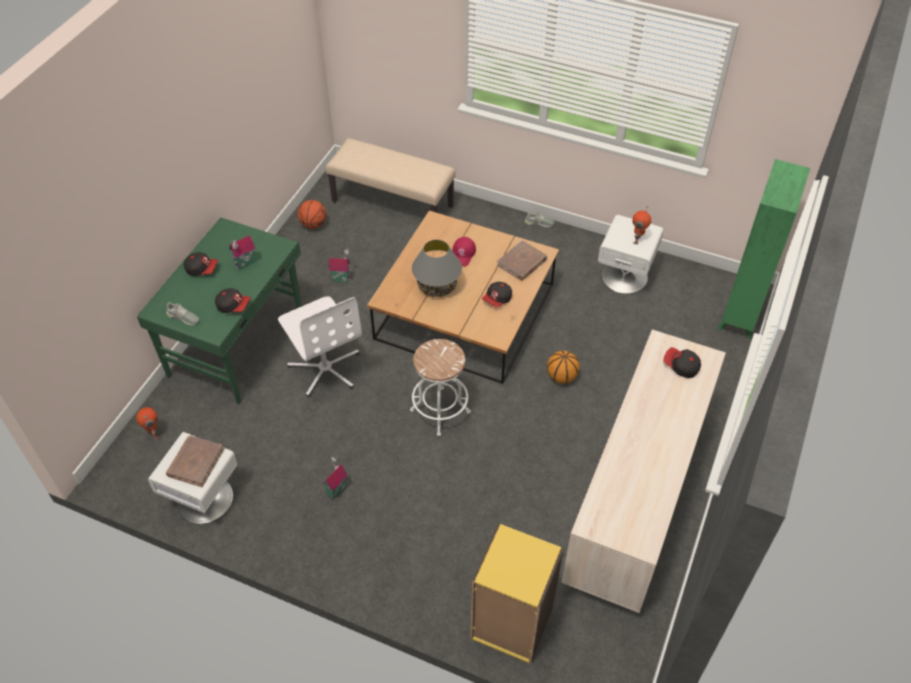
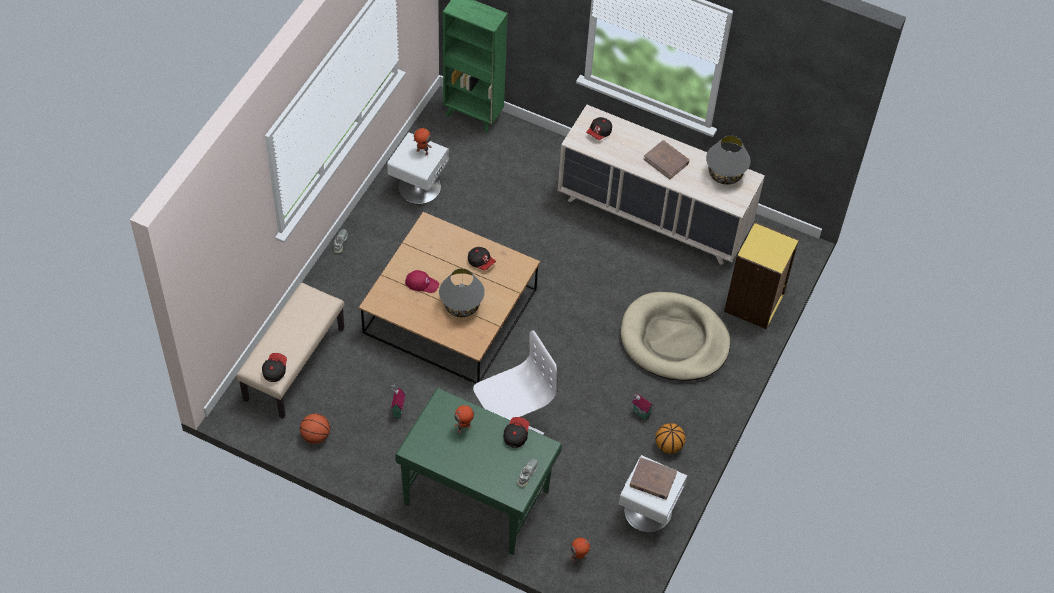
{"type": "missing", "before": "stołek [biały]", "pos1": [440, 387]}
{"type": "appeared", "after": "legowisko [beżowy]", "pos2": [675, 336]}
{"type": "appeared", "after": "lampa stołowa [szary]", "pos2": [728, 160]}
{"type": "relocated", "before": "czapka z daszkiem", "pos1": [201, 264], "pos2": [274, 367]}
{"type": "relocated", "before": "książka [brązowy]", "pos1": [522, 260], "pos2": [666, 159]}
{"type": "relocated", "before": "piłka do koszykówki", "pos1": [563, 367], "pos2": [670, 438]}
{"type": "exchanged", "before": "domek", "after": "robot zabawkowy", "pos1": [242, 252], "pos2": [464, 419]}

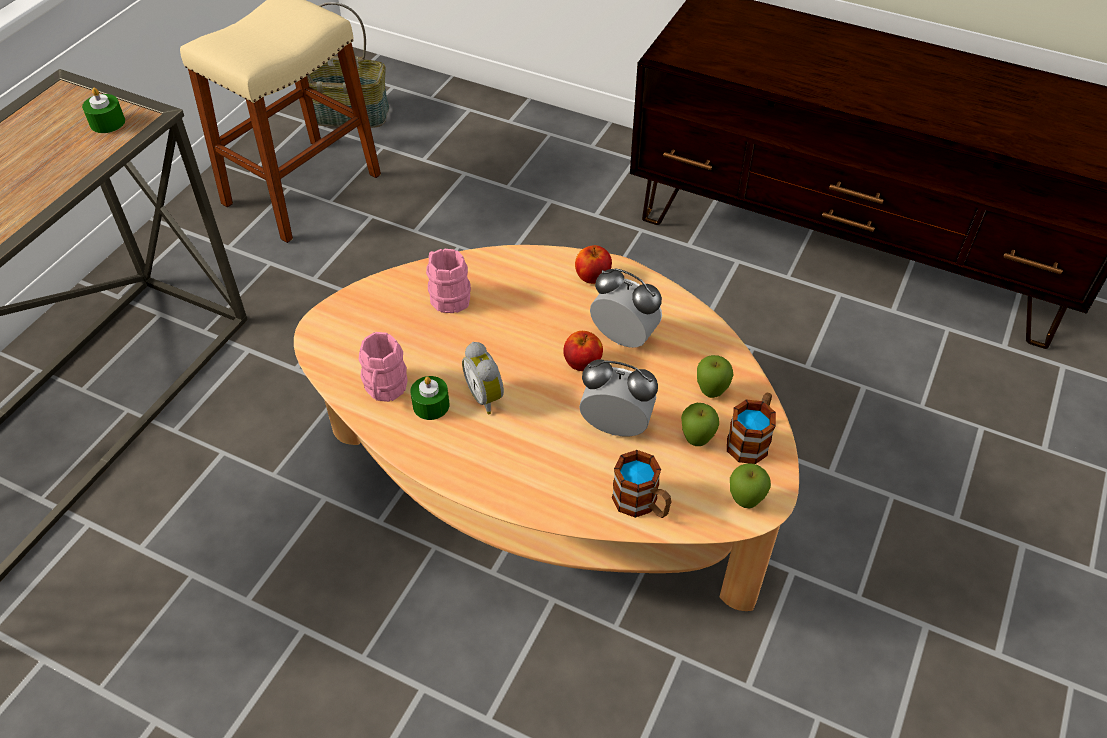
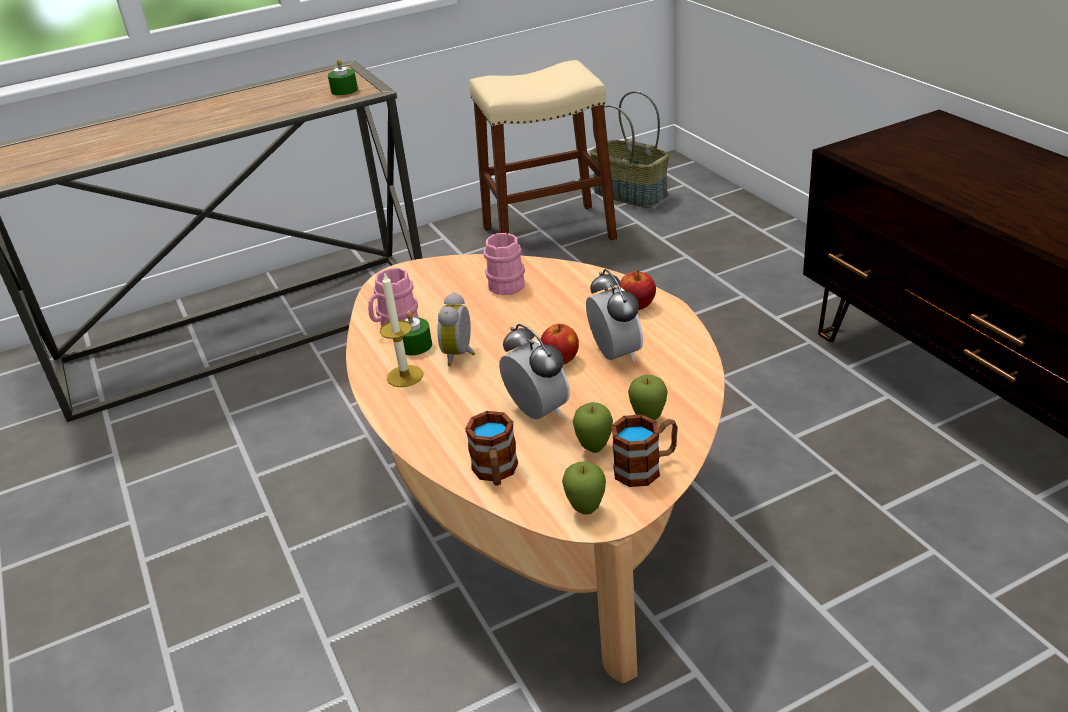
{"type": "appeared", "after": "świeca", "pos2": [401, 330]}

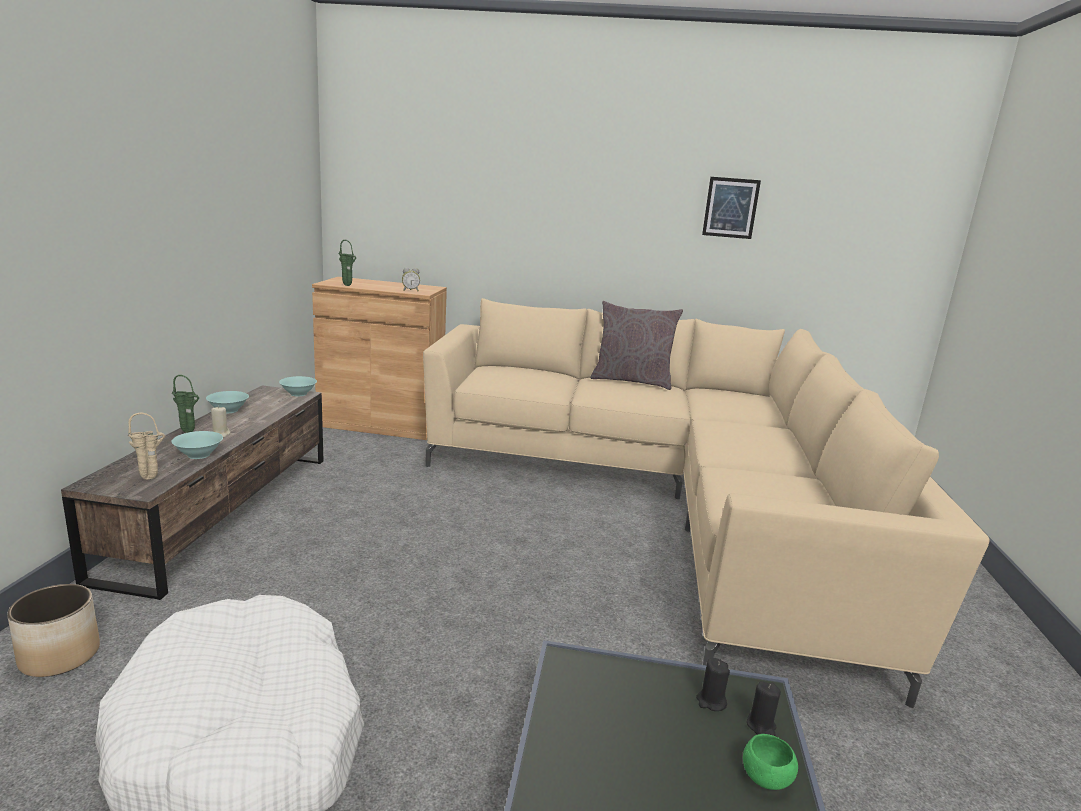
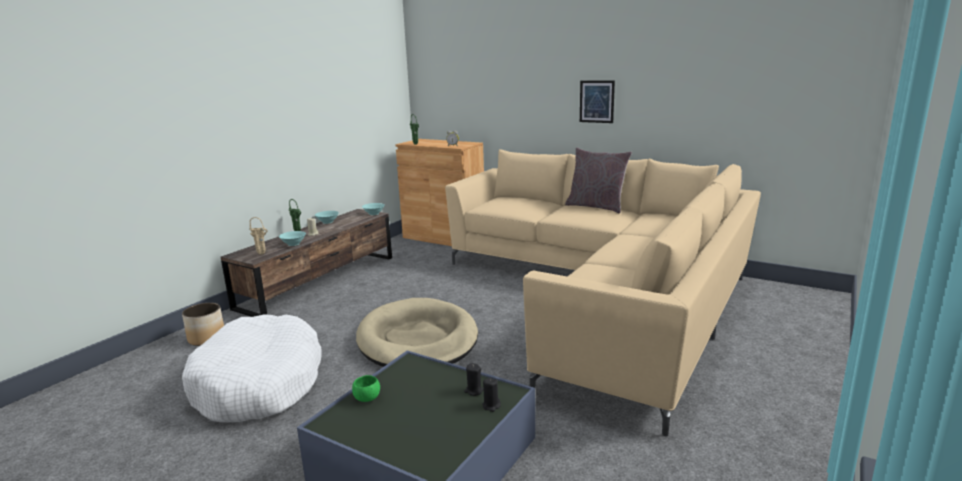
{"type": "appeared", "after": "legowisko [beżowy]", "pos2": [417, 332]}
{"type": "relocated", "before": "obraz", "pos1": [731, 208], "pos2": [597, 102]}
{"type": "relocated", "before": "miska [zielony]", "pos1": [770, 762], "pos2": [366, 388]}

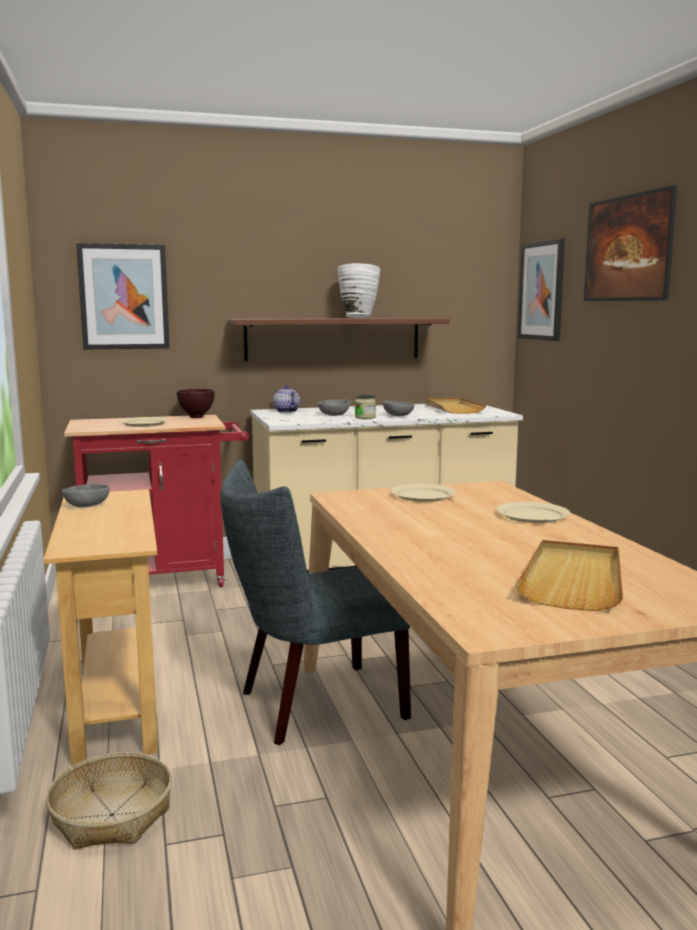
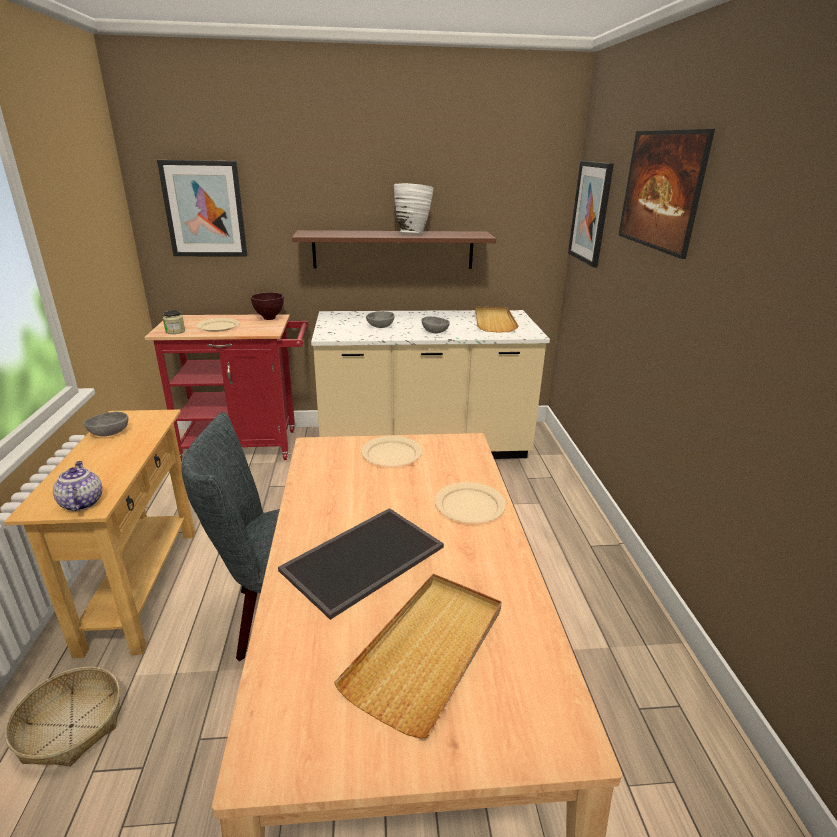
{"type": "appeared", "after": "taca", "pos2": [361, 564]}
{"type": "relocated", "before": "imbryk", "pos1": [286, 399], "pos2": [77, 486]}
{"type": "relocated", "before": "słoik", "pos1": [365, 406], "pos2": [174, 322]}

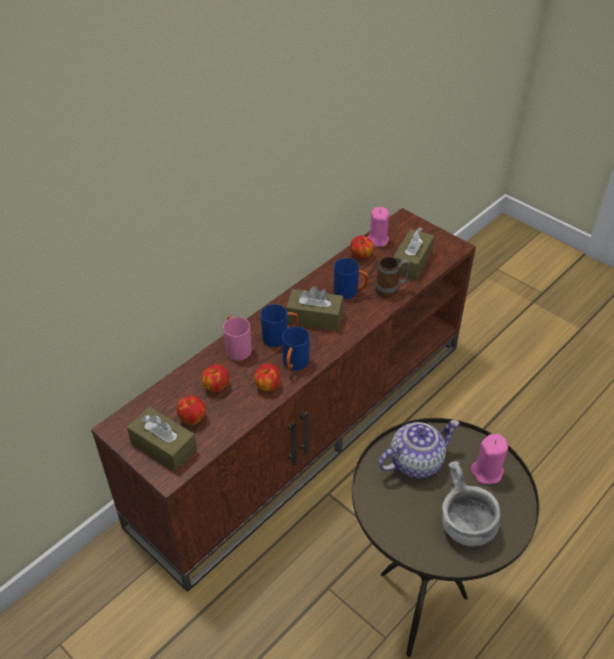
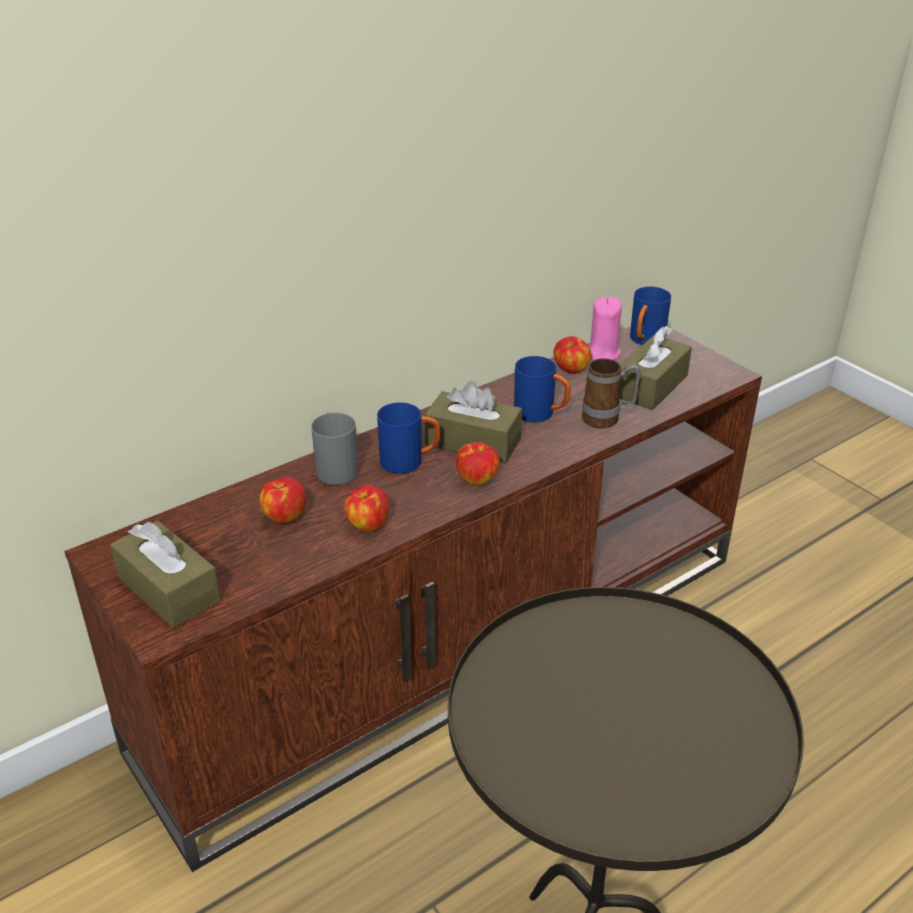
{"type": "missing", "before": "imbryk", "pos1": [419, 449]}
{"type": "missing", "before": "miska [szary]", "pos1": [471, 504]}
{"type": "missing", "before": "świeca [różowy]", "pos1": [489, 459]}
{"type": "relocated", "before": "jabłko", "pos1": [191, 410], "pos2": [478, 464]}
{"type": "relocated", "before": "kubek [niebieski]", "pos1": [296, 348], "pos2": [650, 315]}
{"type": "colour", "before": "kubek [różowy]", "after": "kubek [szary]", "pos1": [237, 338], "pos2": [334, 449]}

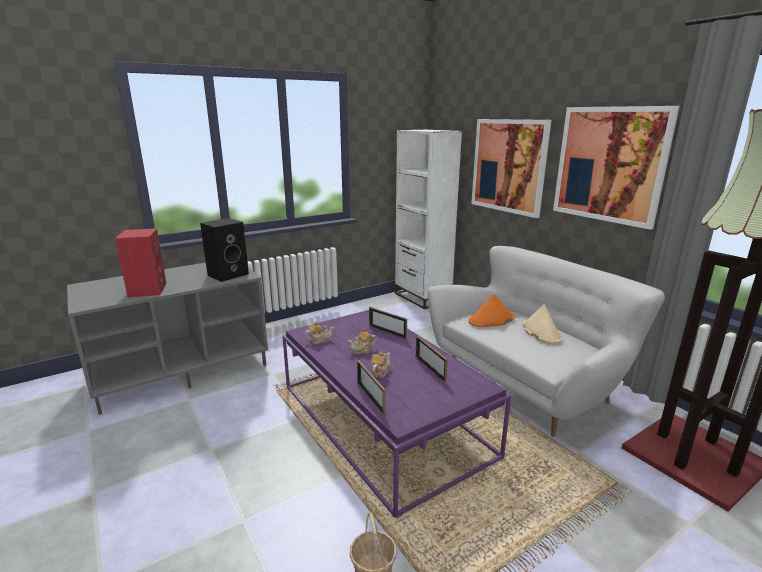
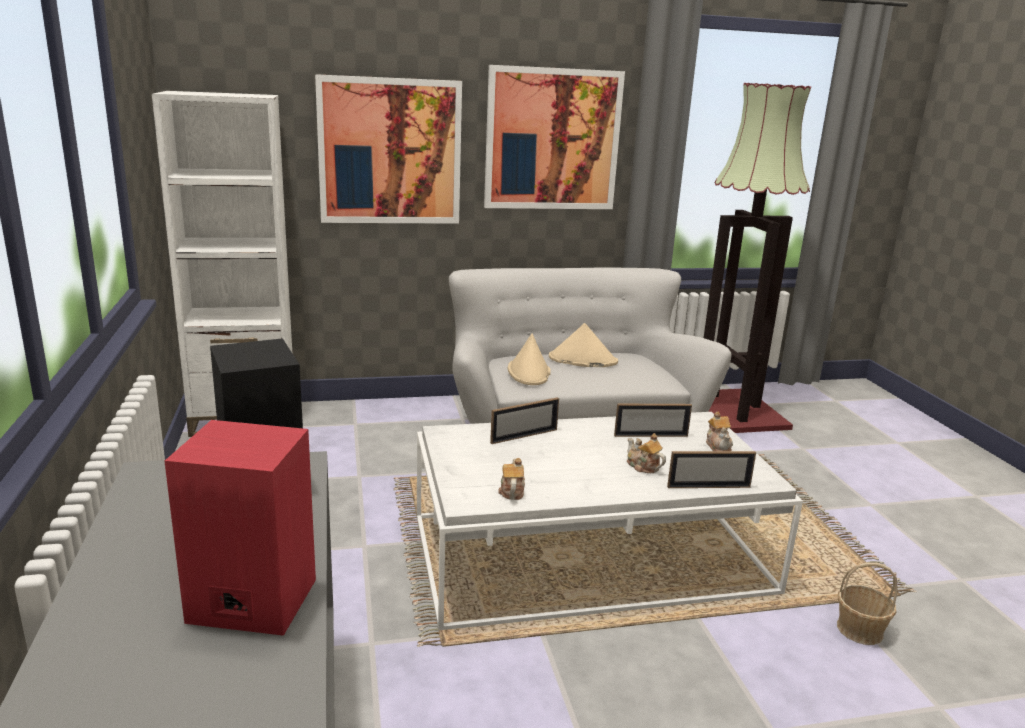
{"type": "relocated", "before": "imbryk", "pos1": [362, 341], "pos2": [719, 431]}
{"type": "colour", "before": "ława [fioletowy]", "after": "ława [biały]", "pos1": [396, 414], "pos2": [610, 521]}
{"type": "colour", "before": "kapelusz [pomarańczowy]", "after": "kapelusz [beżowy]", "pos1": [492, 310], "pos2": [529, 359]}

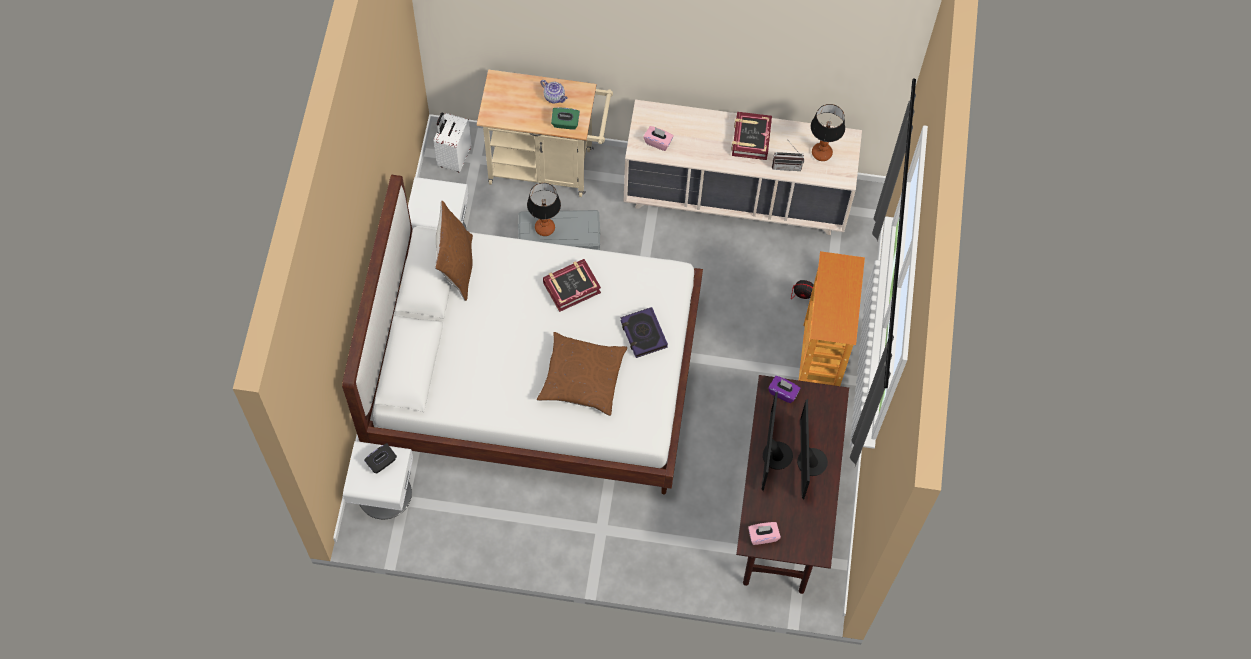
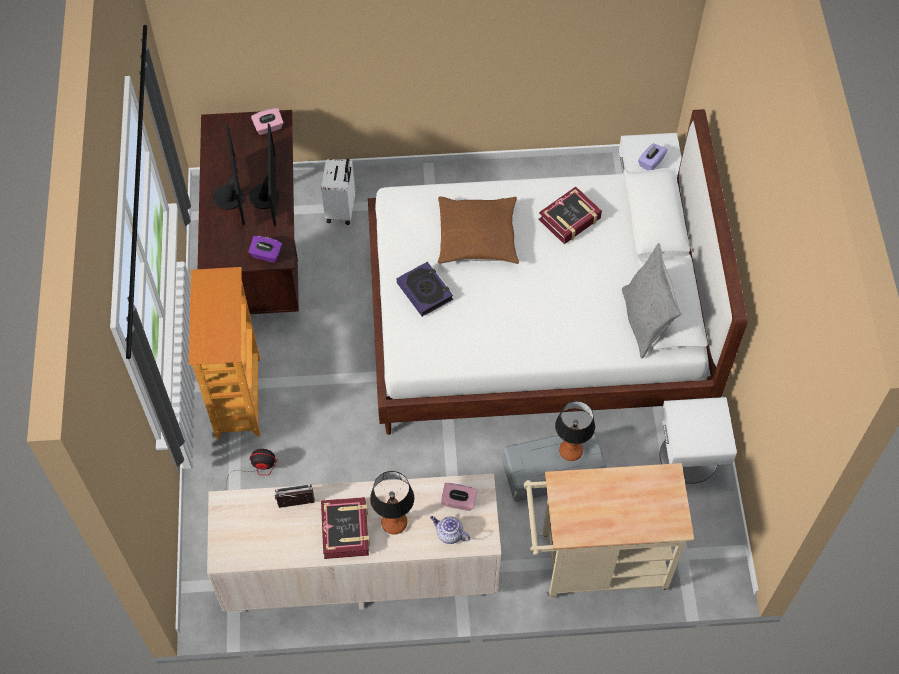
{"type": "missing", "before": "pudełko chusteczek [zielony]", "pos1": [565, 118]}
{"type": "relocated", "before": "walizka [biały]", "pos1": [452, 142], "pos2": [338, 192]}
{"type": "relocated", "before": "imbryk", "pos1": [554, 91], "pos2": [450, 530]}
{"type": "relocated", "before": "książka", "pos1": [572, 285], "pos2": [570, 215]}
{"type": "relocated", "before": "lampa stołowa", "pos1": [828, 132], "pos2": [392, 503]}
{"type": "colour", "before": "pudełko chusteczek [czarny]", "after": "pudełko chusteczek [fioletowy]", "pos1": [380, 458], "pos2": [652, 156]}
{"type": "colour", "before": "poduszka [brązowy]", "after": "poduszka [szary]", "pos1": [454, 251], "pos2": [651, 300]}

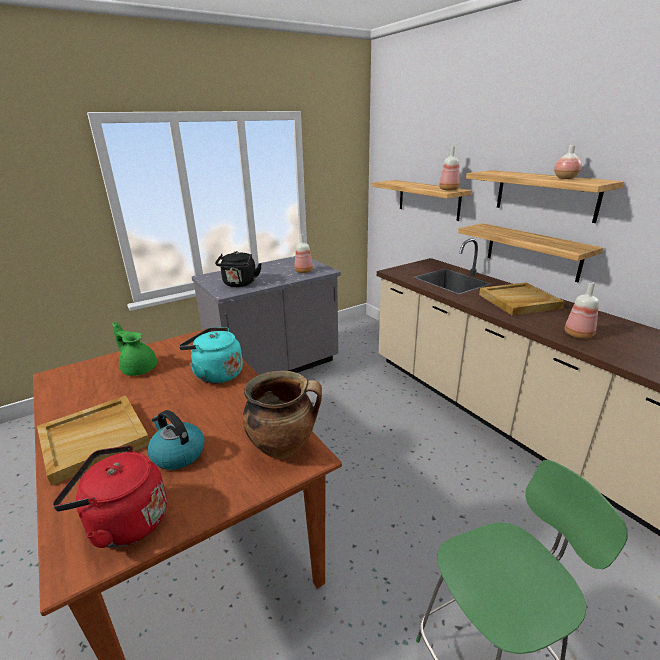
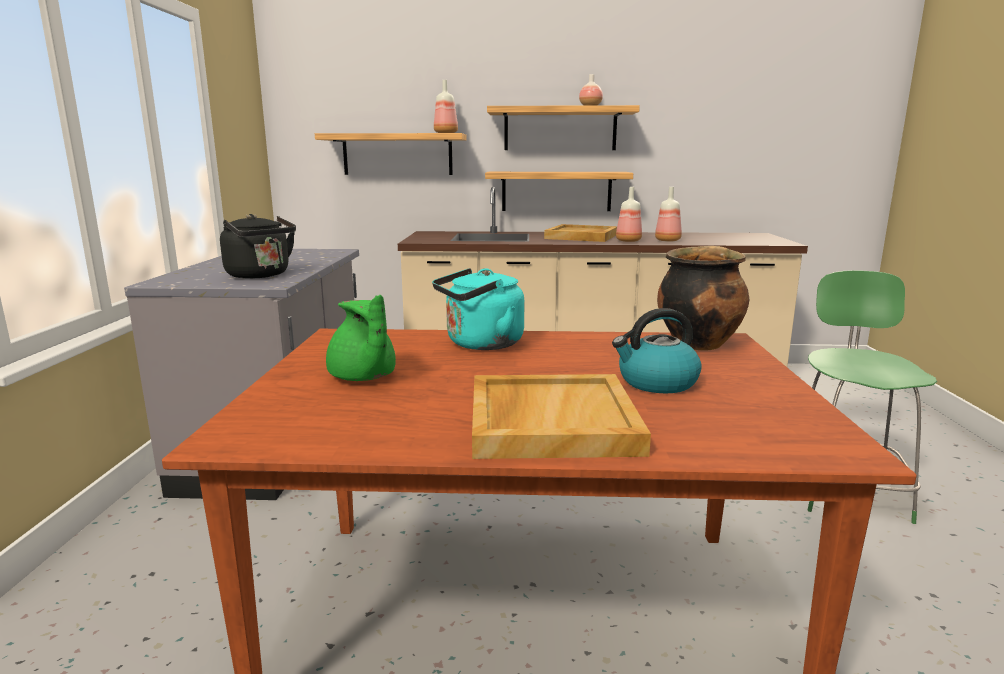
{"type": "missing", "before": "czajnik [czerwony]", "pos1": [110, 496]}
{"type": "relocated", "before": "butelka", "pos1": [303, 253], "pos2": [629, 214]}
{"type": "spun", "before": "imbryk [zielony]", "pos1": [135, 349], "pos2": [361, 338], "turn": -105}

